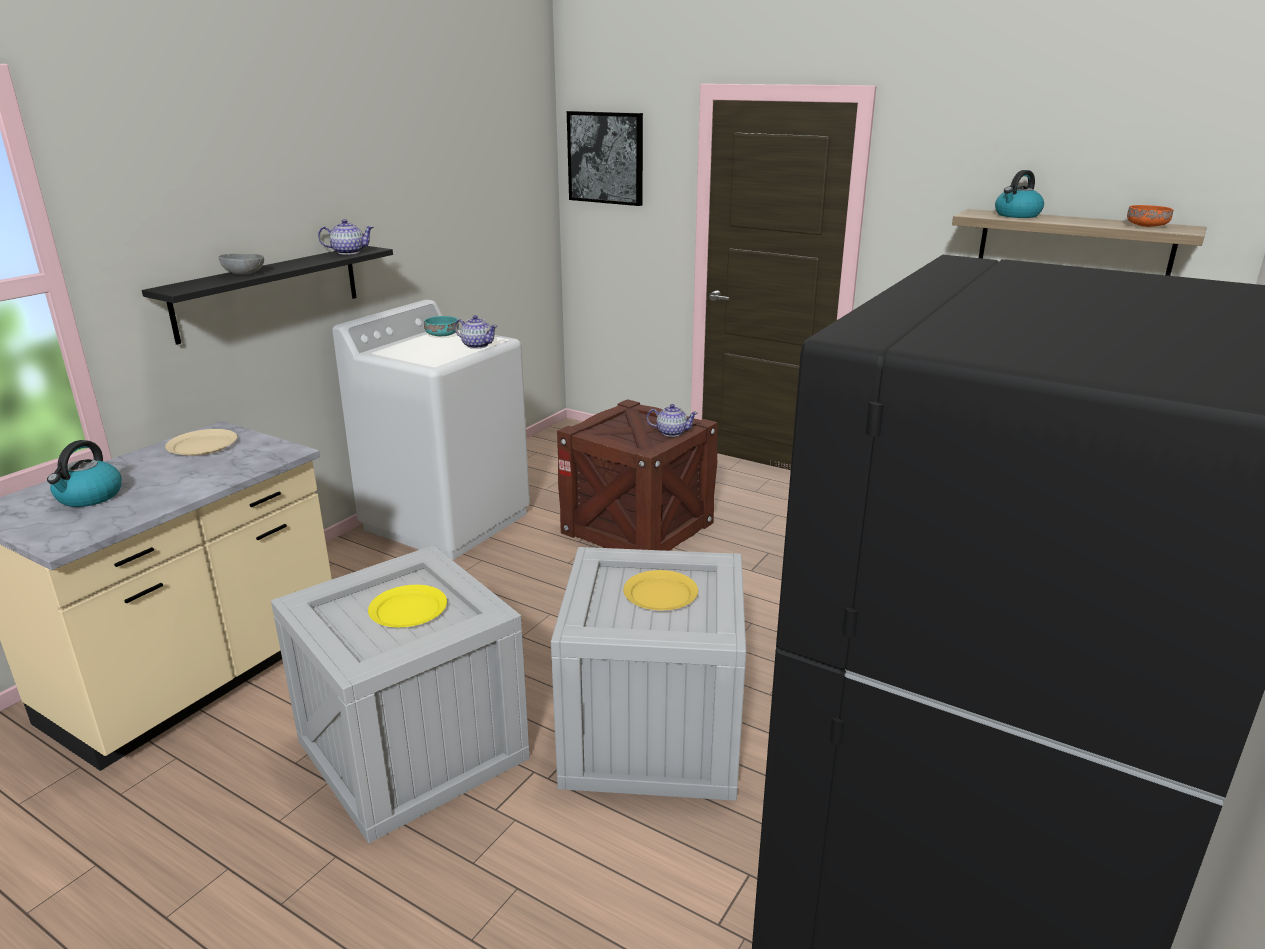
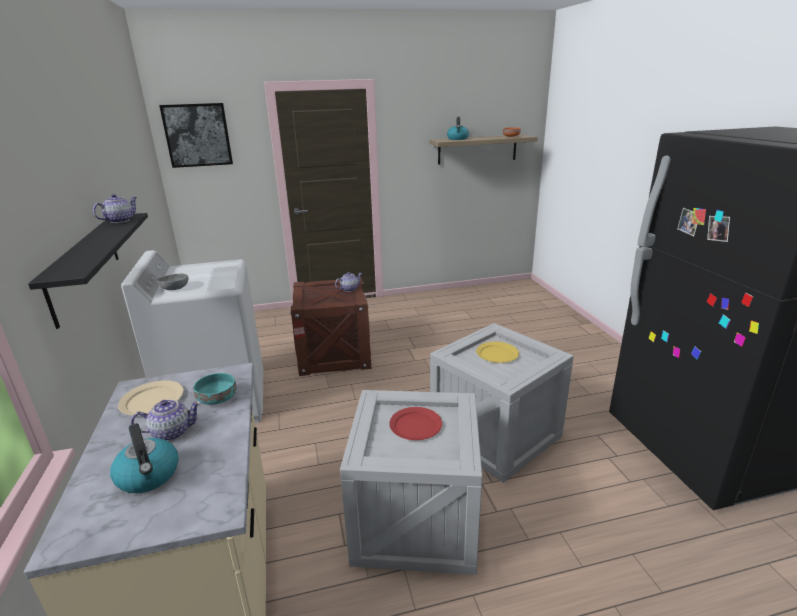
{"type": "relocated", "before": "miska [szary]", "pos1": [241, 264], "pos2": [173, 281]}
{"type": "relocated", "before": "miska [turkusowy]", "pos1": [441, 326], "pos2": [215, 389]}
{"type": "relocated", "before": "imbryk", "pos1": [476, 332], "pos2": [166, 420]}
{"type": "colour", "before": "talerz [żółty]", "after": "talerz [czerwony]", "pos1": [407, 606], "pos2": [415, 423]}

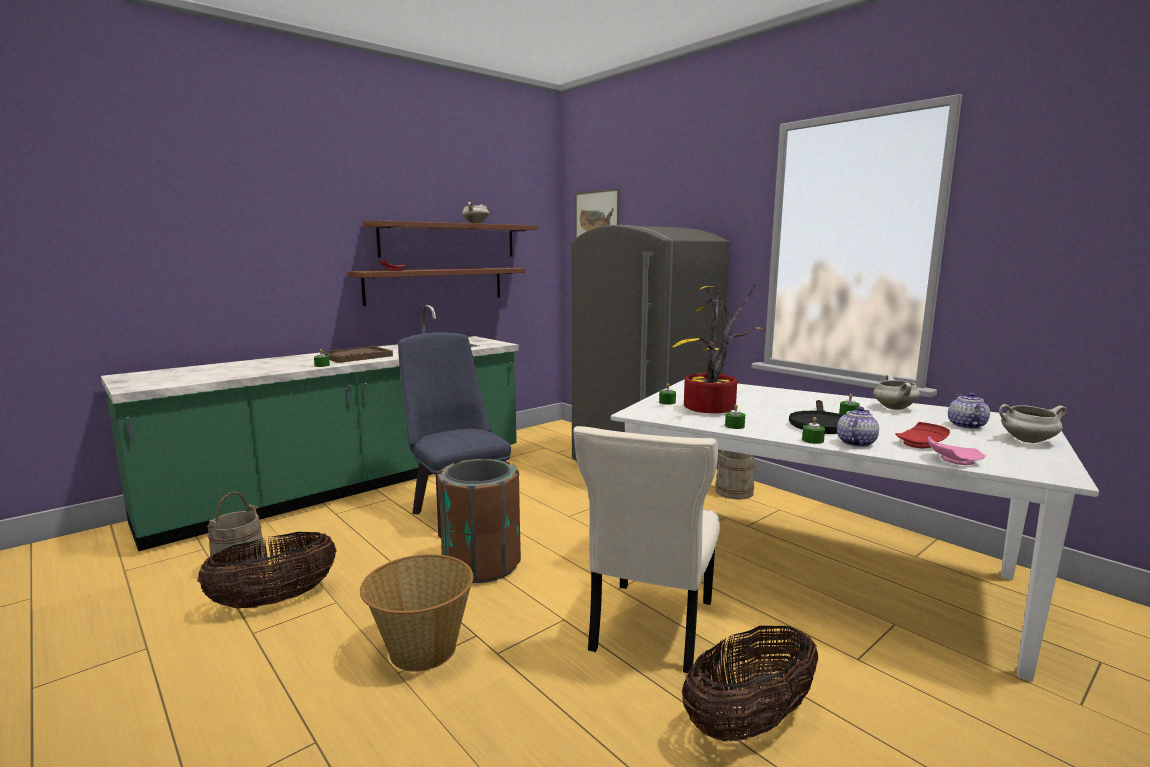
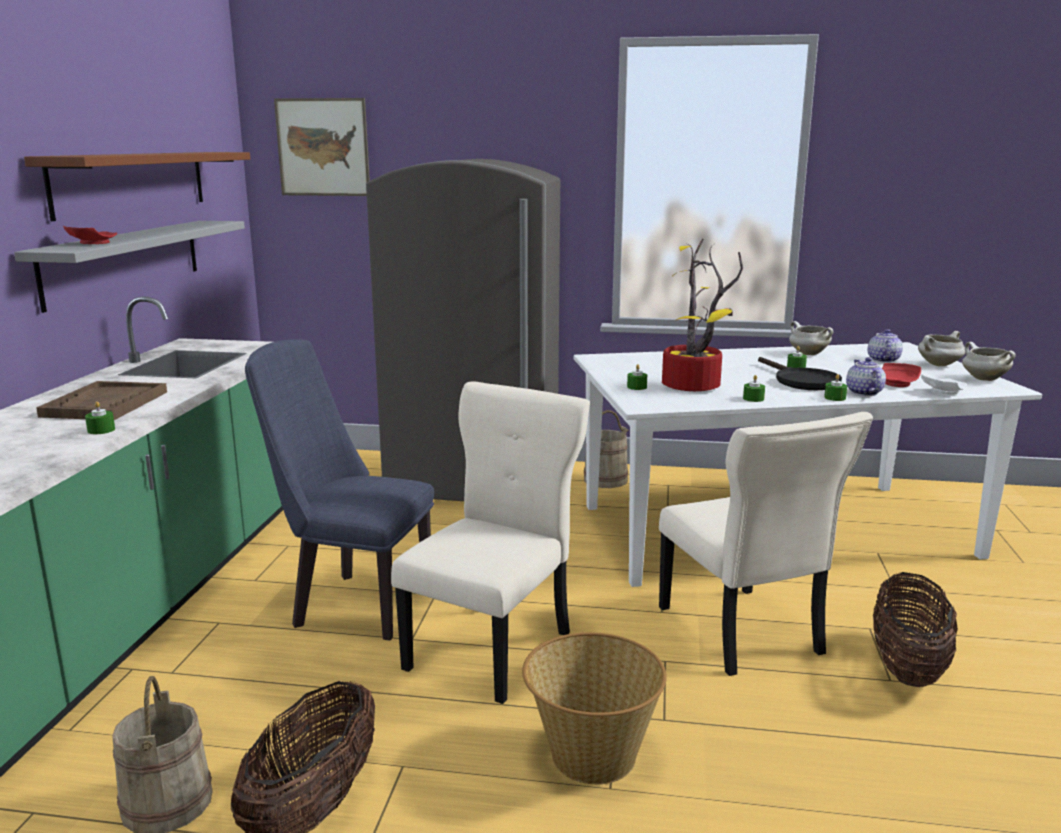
{"type": "relocated", "before": "garnek [biały]", "pos1": [475, 213], "pos2": [989, 361]}
{"type": "exchanged", "before": "kosz na śmieci [brązowy]", "after": "krzesło [beżowy]", "pos1": [479, 521], "pos2": [490, 542]}
{"type": "colour", "before": "półka [brązowy]", "after": "półka [szary]", "pos1": [436, 287], "pos2": [129, 267]}
{"type": "colour", "before": "talerz [różowy]", "after": "talerz [biały]", "pos1": [957, 450], "pos2": [944, 384]}
{"type": "spun", "before": "imbryk", "pos1": [969, 410], "pos2": [885, 346], "turn": 45}

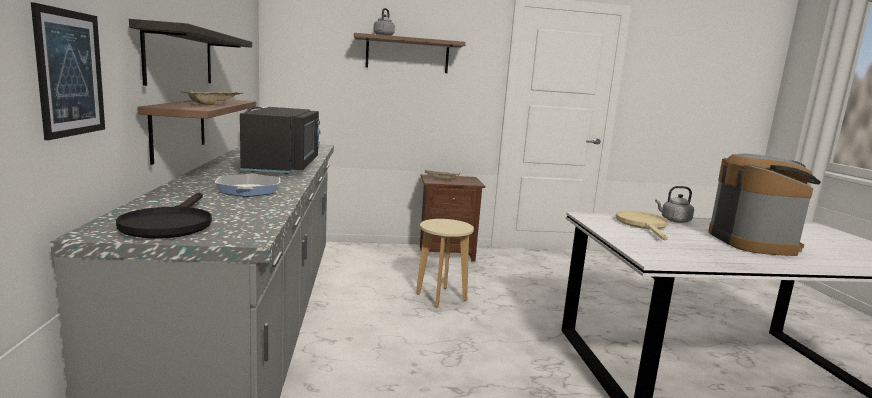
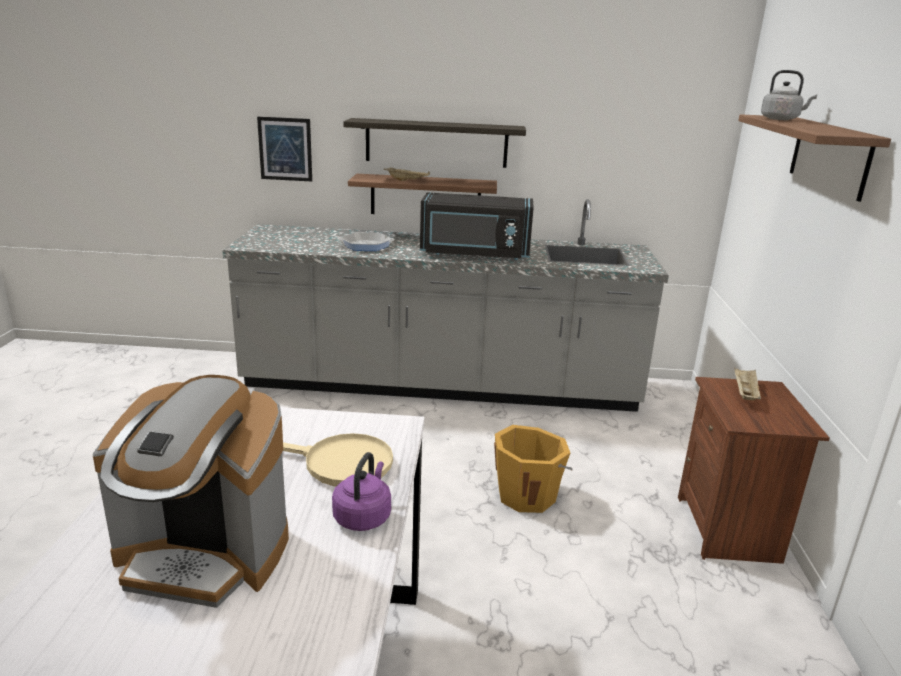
{"type": "missing", "before": "patelnia [czarny]", "pos1": [164, 216]}
{"type": "exchanged", "before": "stołek [beżowy]", "after": "wiadro [pomarańczowy]", "pos1": [445, 263], "pos2": [533, 469]}
{"type": "colour", "before": "czajnik [szary]", "after": "czajnik [fioletowy]", "pos1": [674, 204], "pos2": [361, 491]}

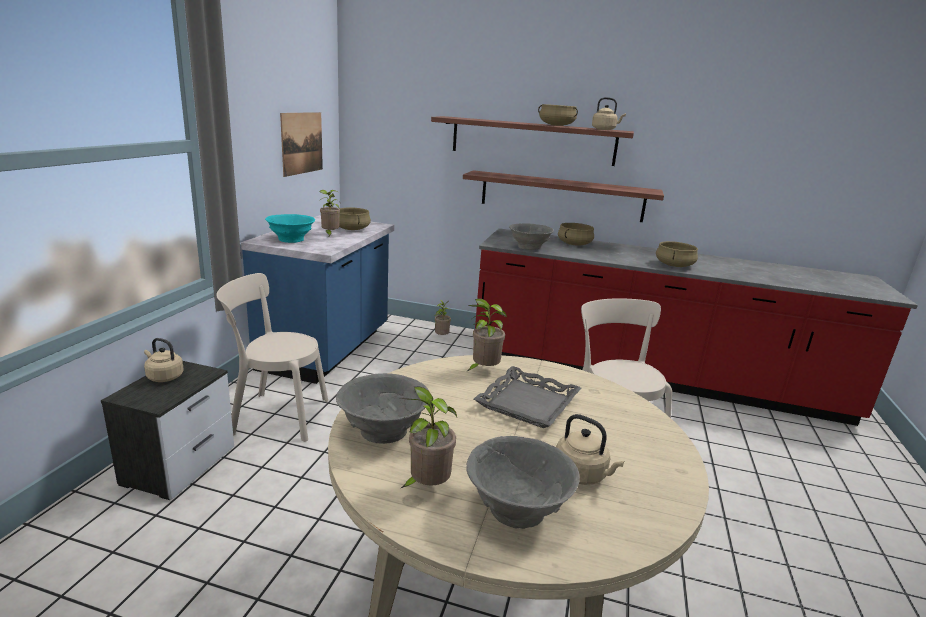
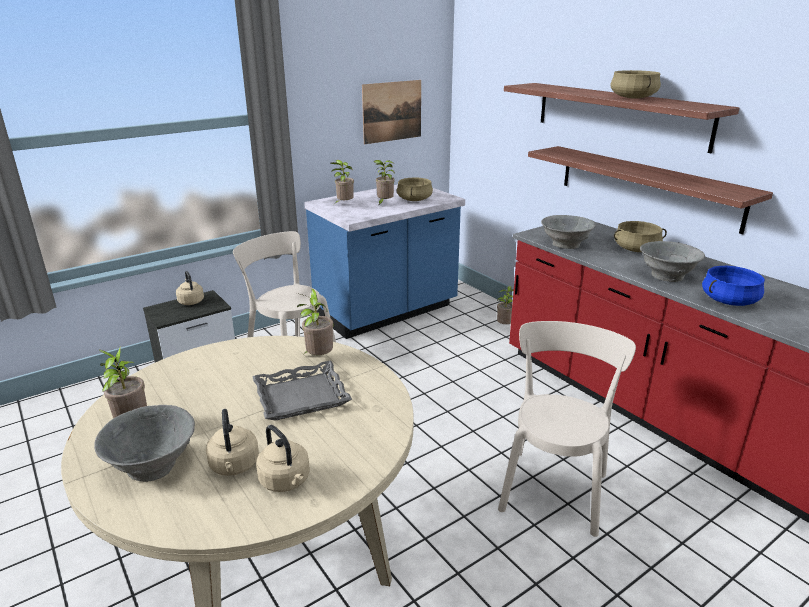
{"type": "relocated", "before": "miska [szary]", "pos1": [382, 408], "pos2": [672, 261]}
{"type": "relocated", "before": "czajnik [beżowy]", "pos1": [609, 113], "pos2": [283, 458]}
{"type": "exchanged", "before": "miska [turkusowy]", "after": "roślina doniczkowa", "pos1": [290, 228], "pos2": [342, 182]}
{"type": "colour", "before": "garnek [beżowy]", "after": "garnek [niebieski]", "pos1": [677, 254], "pos2": [733, 286]}

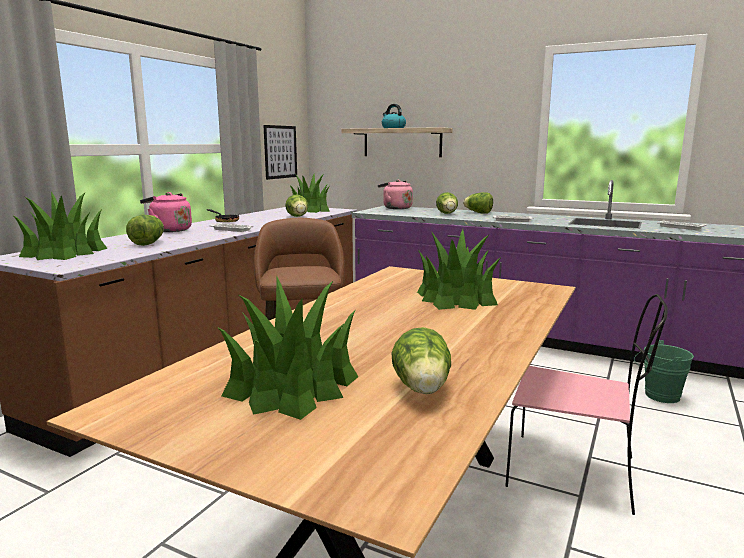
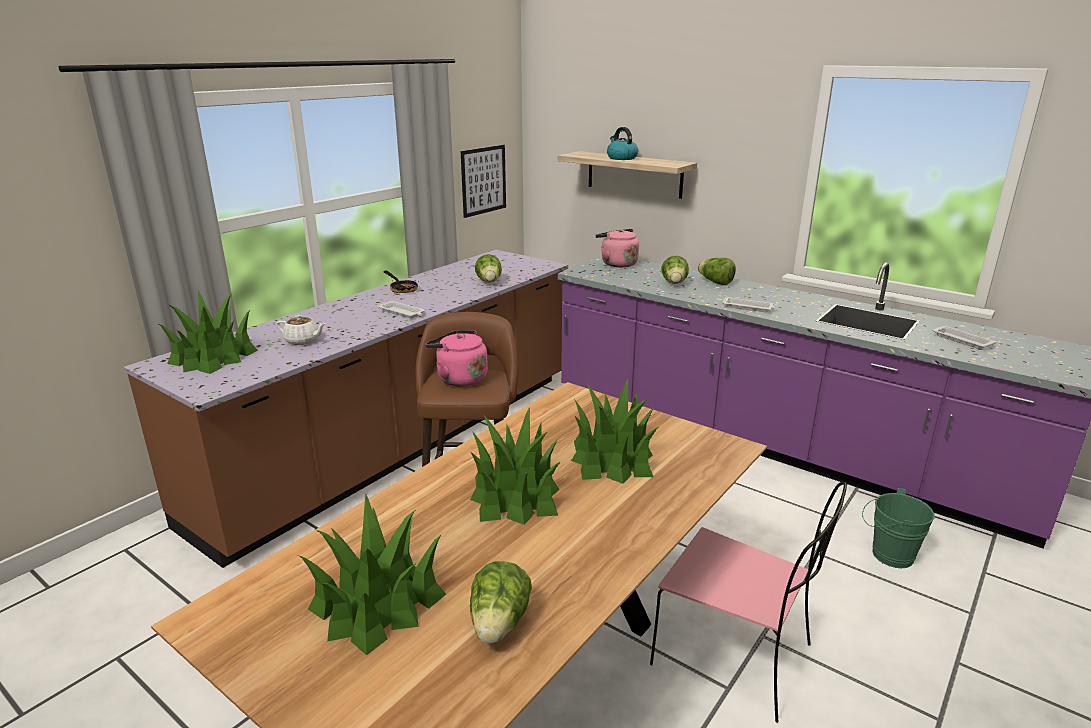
{"type": "relocated", "before": "czajnik [różowy]", "pos1": [166, 212], "pos2": [457, 358]}
{"type": "relocated", "before": "roślina doniczkowa", "pos1": [310, 193], "pos2": [515, 466]}
{"type": "exchanged", "before": "sałata", "after": "imbryk [biały]", "pos1": [145, 230], "pos2": [301, 330]}

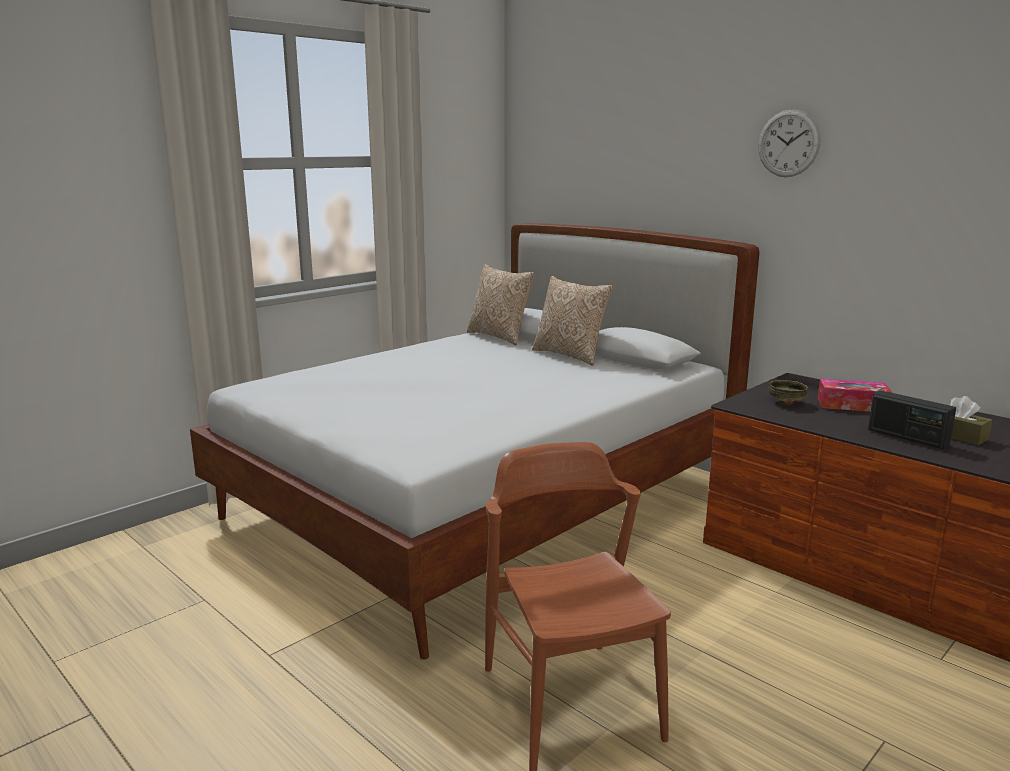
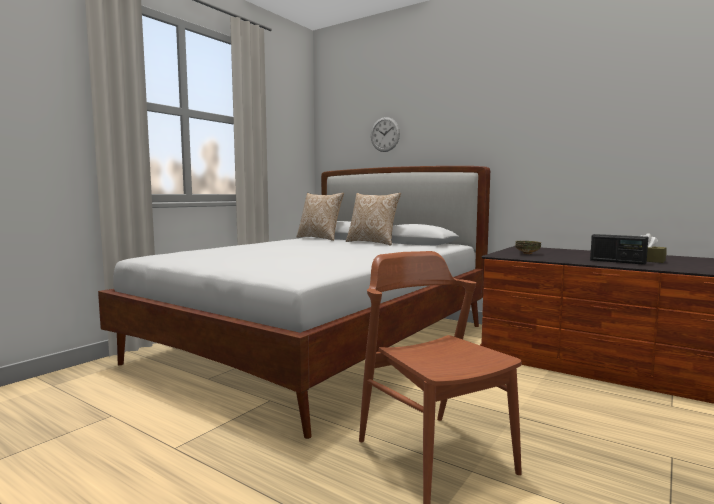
{"type": "missing", "before": "pudełko chusteczek", "pos1": [855, 395]}
{"type": "relocated", "before": "zegar ścienny", "pos1": [789, 143], "pos2": [385, 134]}

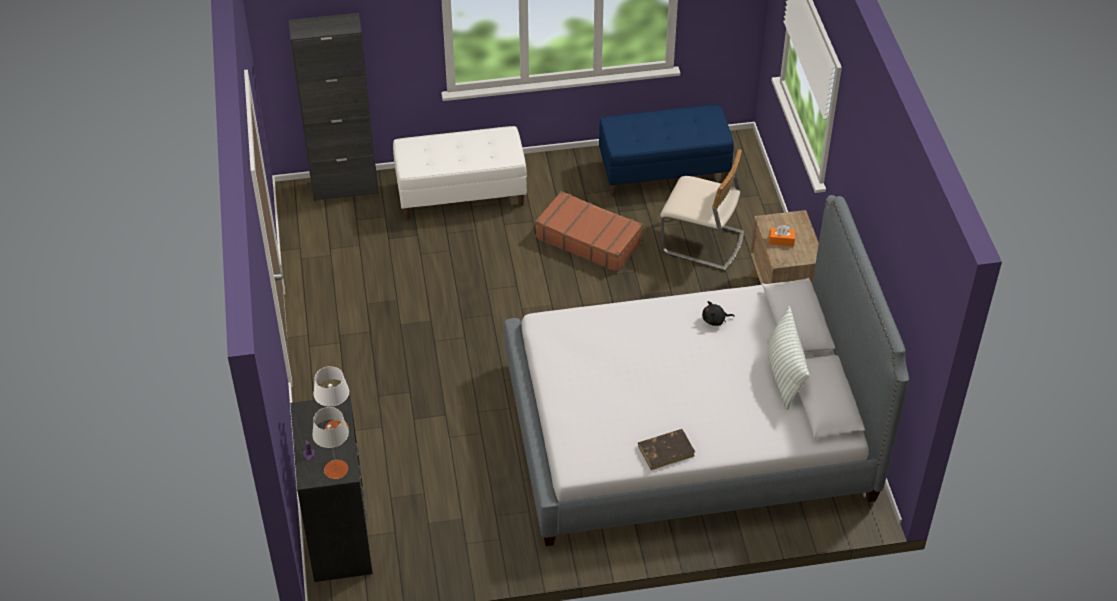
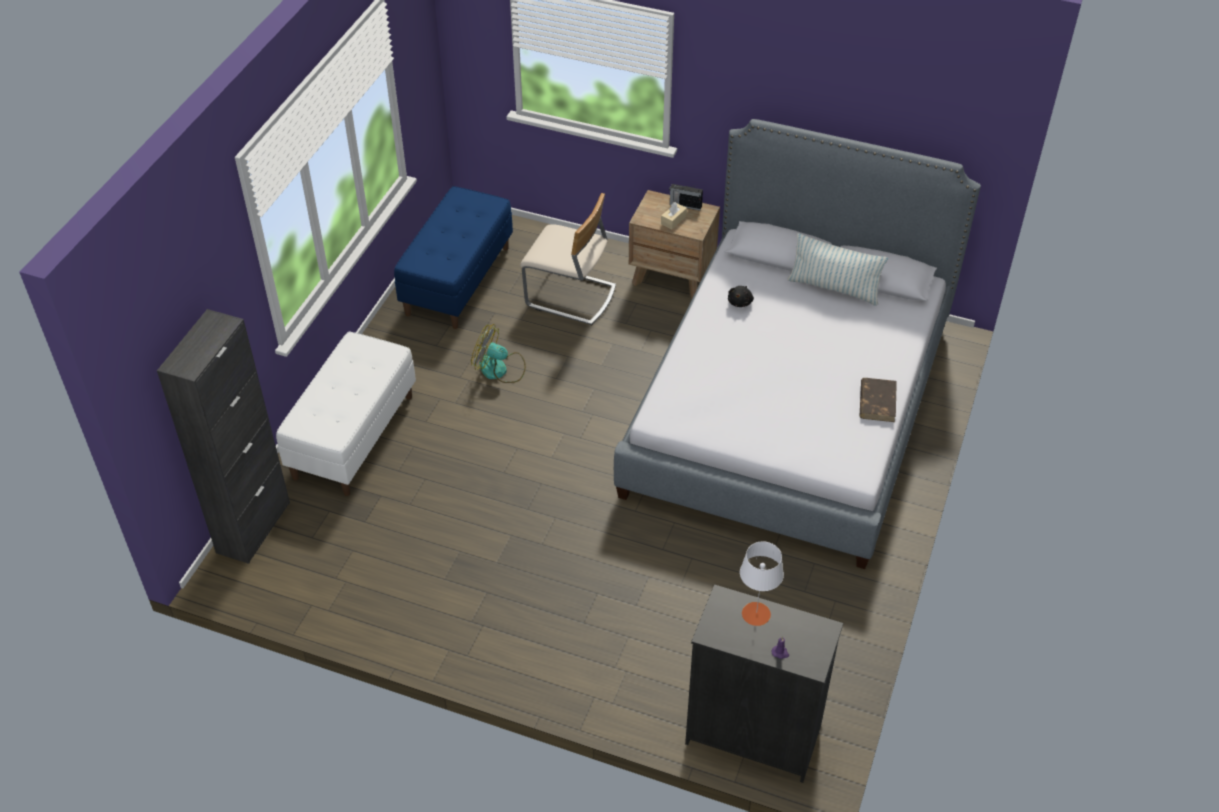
{"type": "missing", "before": "lampa stołowa [szary]", "pos1": [330, 443]}
{"type": "appeared", "after": "radio", "pos2": [686, 197]}
{"type": "exchanged", "before": "walizka [brązowy]", "after": "wentylator", "pos1": [589, 231], "pos2": [498, 353]}
{"type": "colour", "before": "pudełko chusteczek [pomarańczowy]", "after": "pudełko chusteczek [beżowy]", "pos1": [782, 235], "pos2": [674, 215]}
{"type": "spun", "before": "krzesło [beżowy]", "pos1": [702, 210], "pos2": [568, 259], "turn": 60}

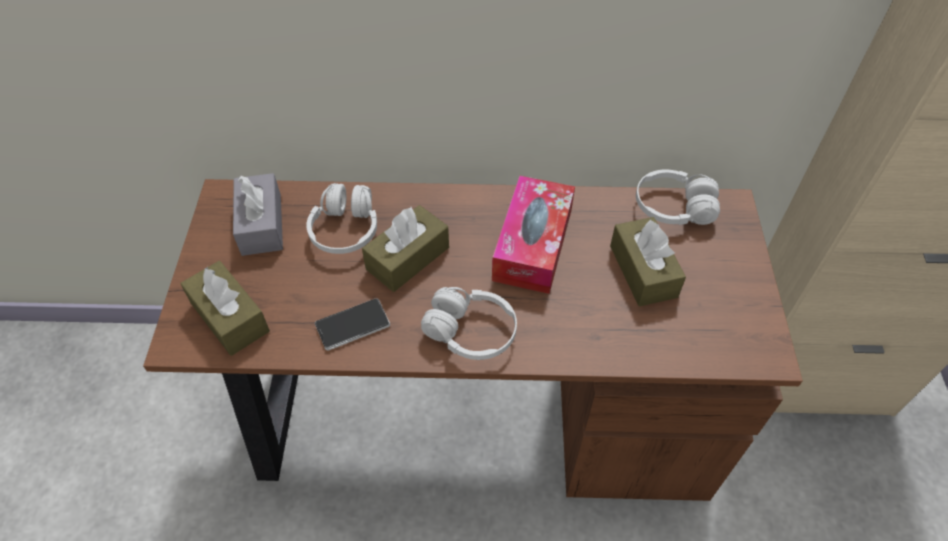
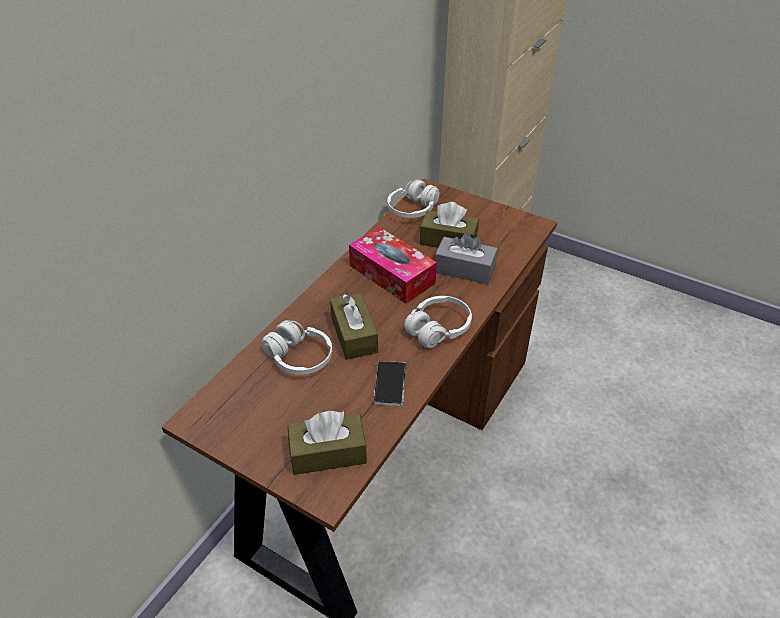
{"type": "relocated", "before": "pudełko chusteczek [szary]", "pos1": [258, 214], "pos2": [466, 258]}

